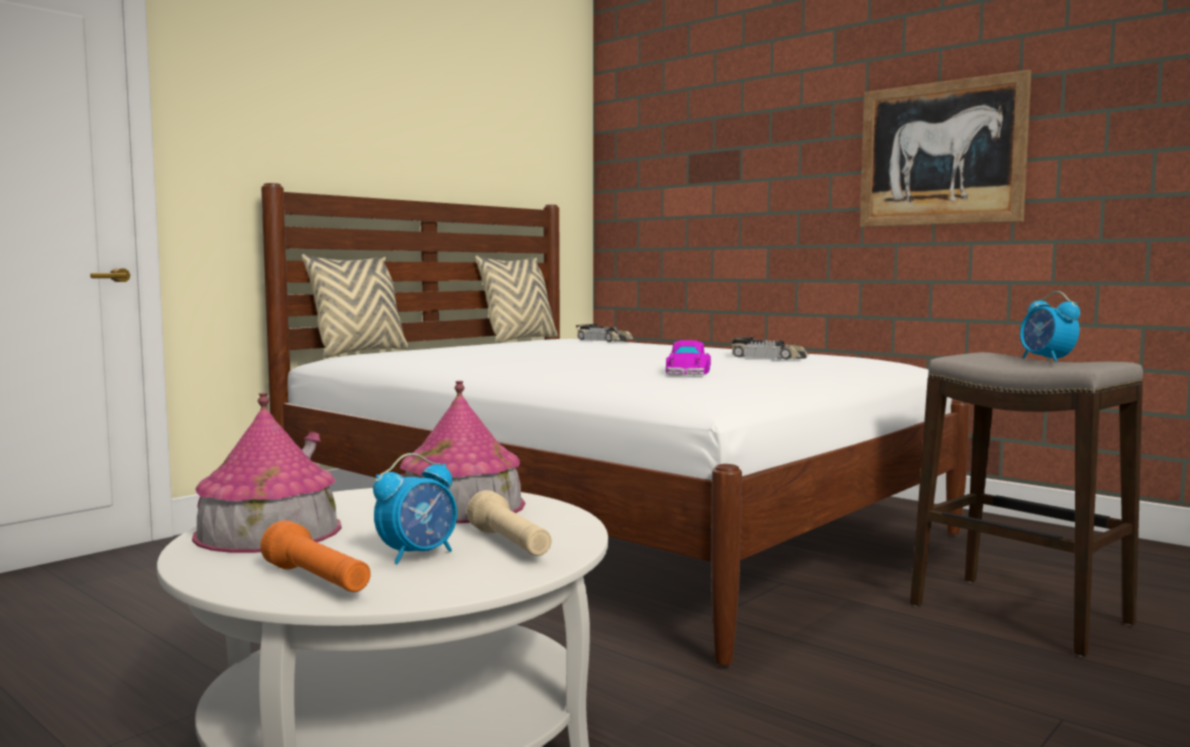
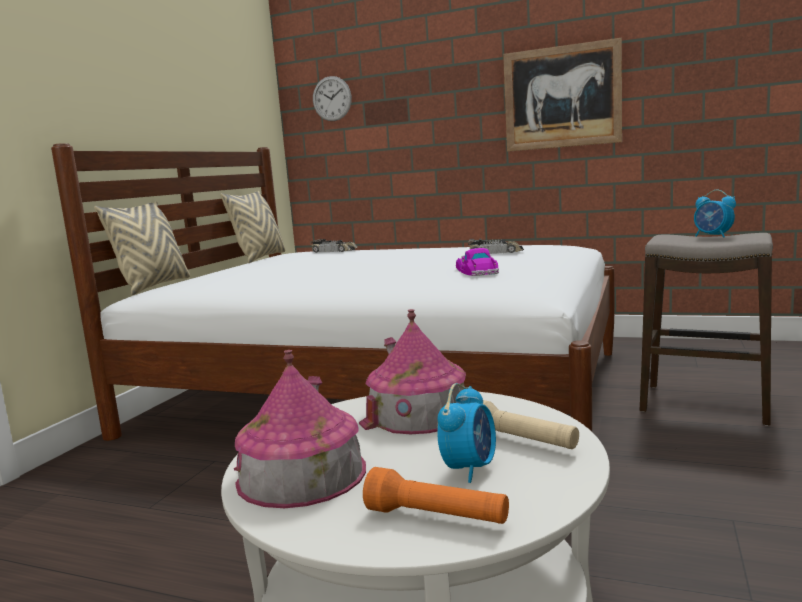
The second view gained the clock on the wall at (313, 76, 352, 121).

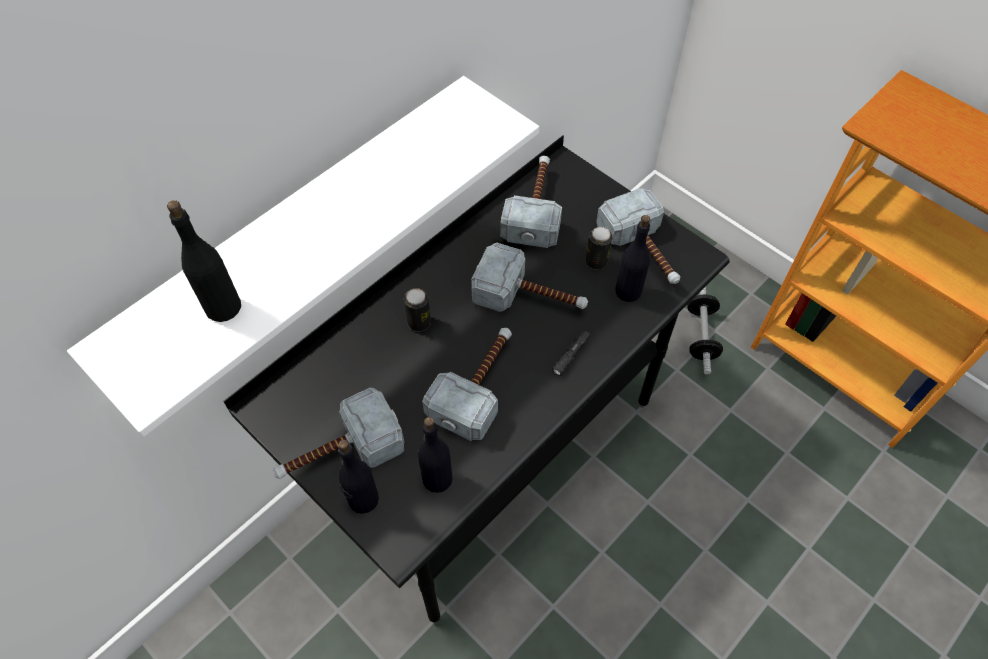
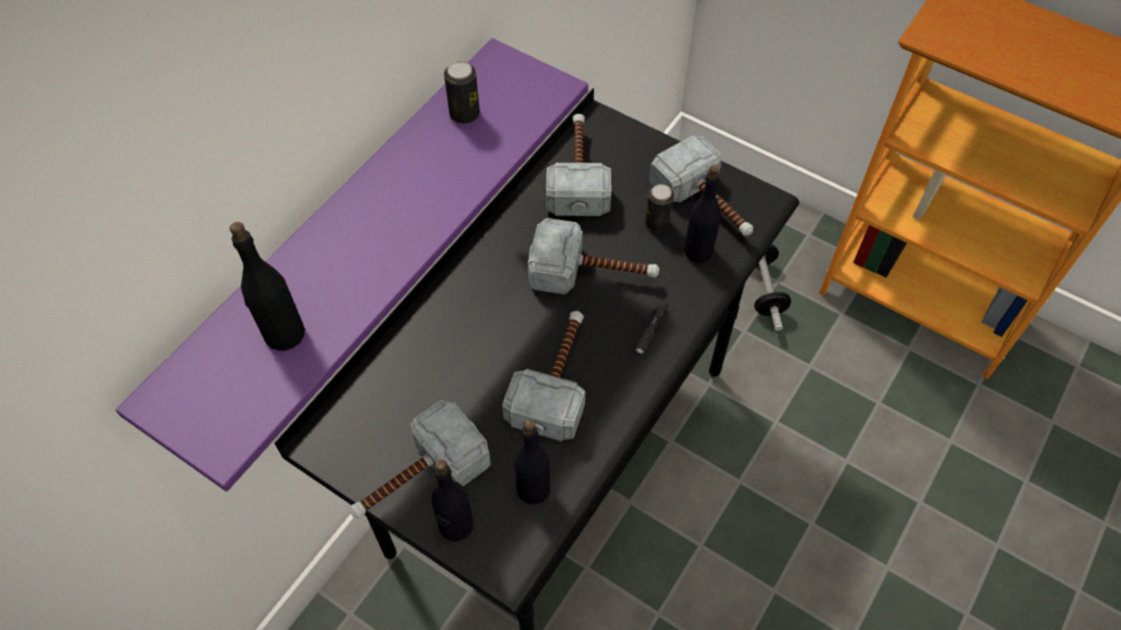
The sealed can ended up elsewhere, having gone from (404, 288, 431, 331) to (444, 61, 480, 124). What was the wall shelf/white at (67, 76, 539, 437) turned into the wall shelf/purple-coloured at (116, 38, 588, 492).

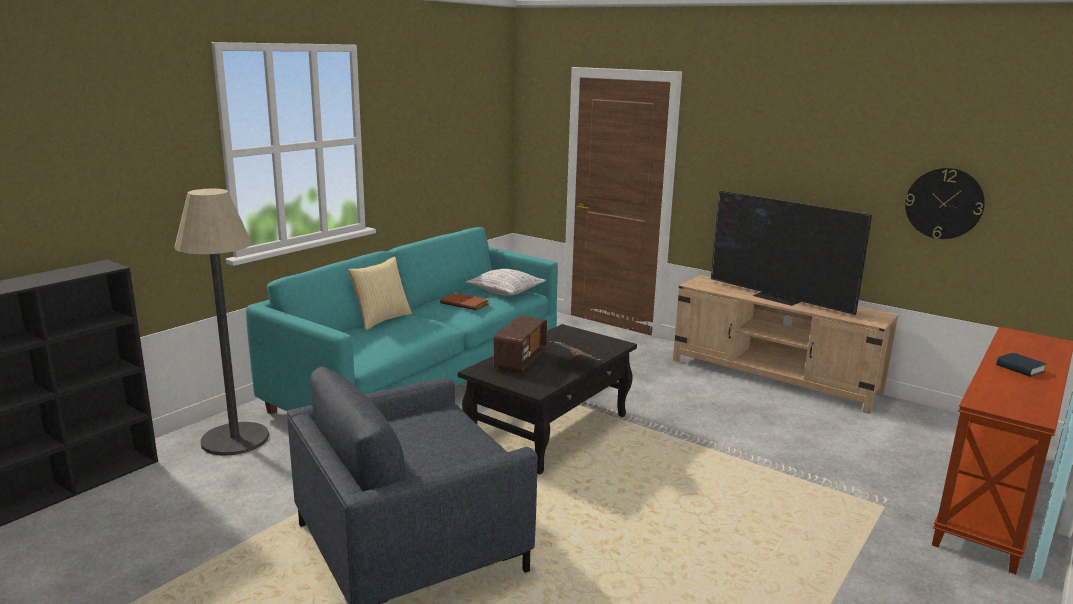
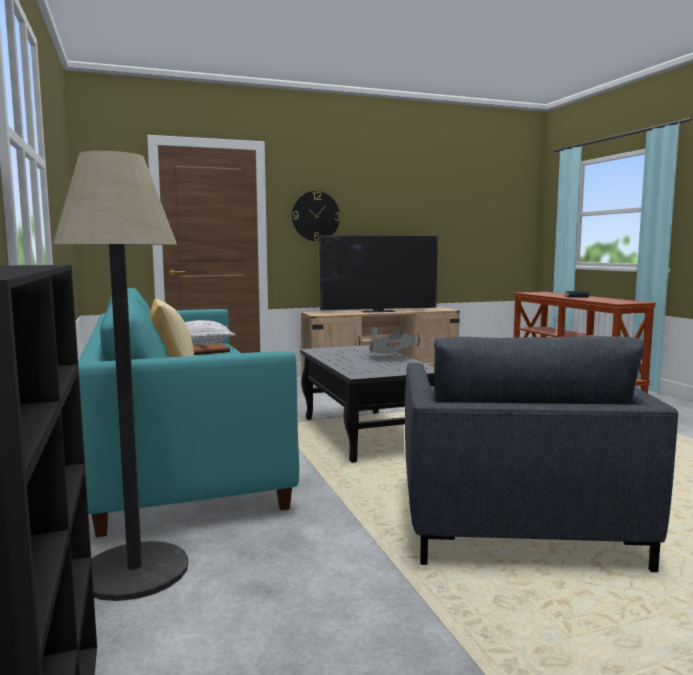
The second view lost the radio set at (494, 316, 547, 372). The clock on the wall ended up elsewhere, having gone from (905, 168, 985, 239) to (292, 191, 340, 241).

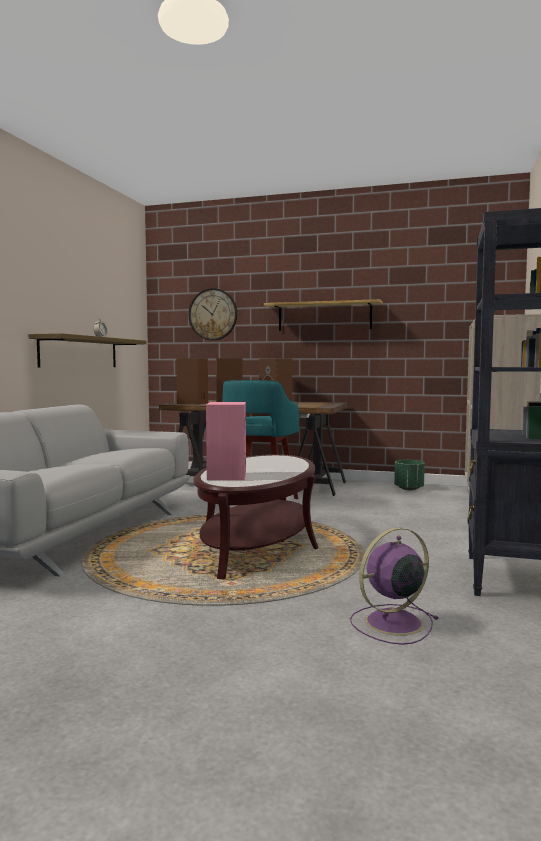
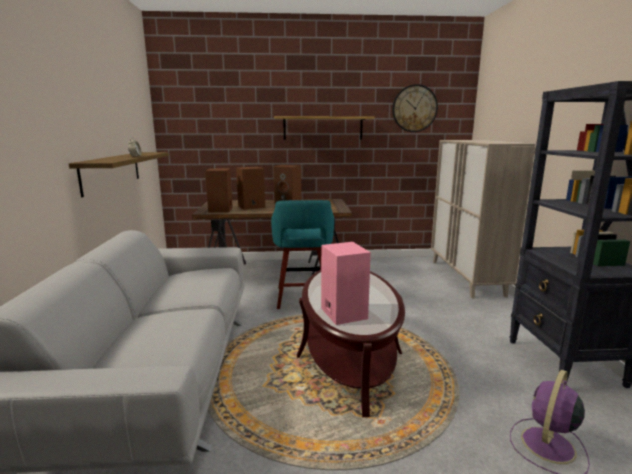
The second view lost the flower pot/green at (394, 460, 425, 490). The clock on the wall ended up elsewhere, having gone from (188, 288, 237, 341) to (392, 84, 438, 132).

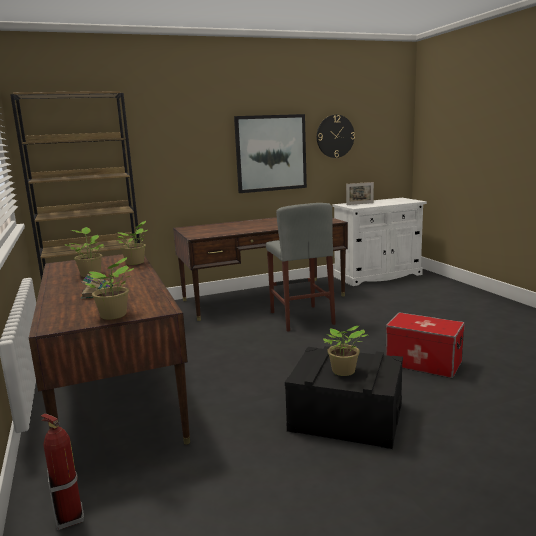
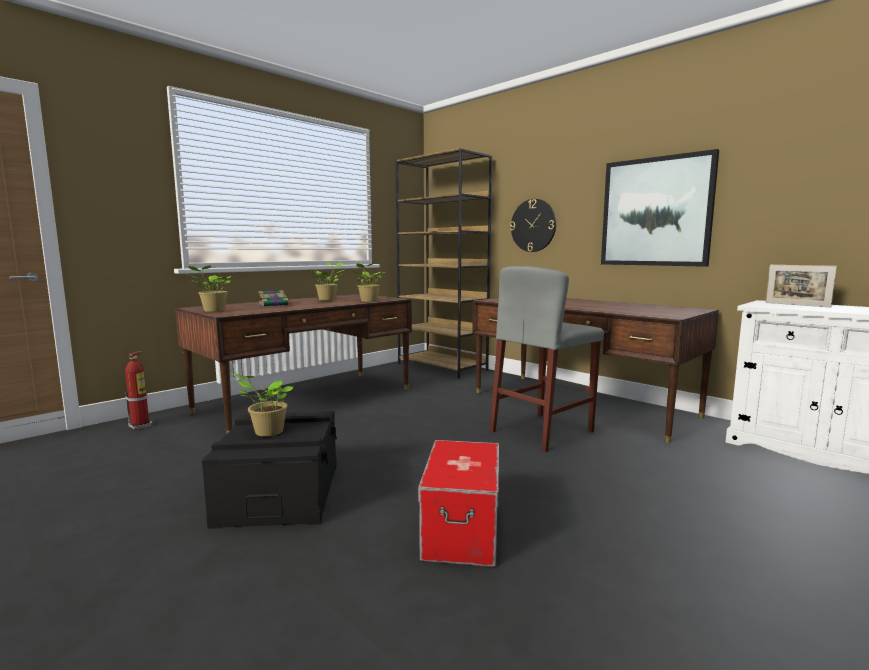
The clock on the wall ended up elsewhere, having gone from (317, 115, 355, 158) to (510, 199, 556, 252).

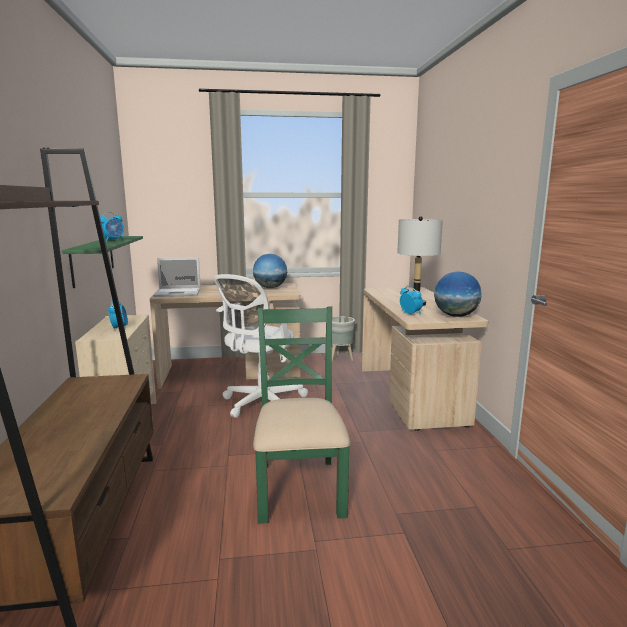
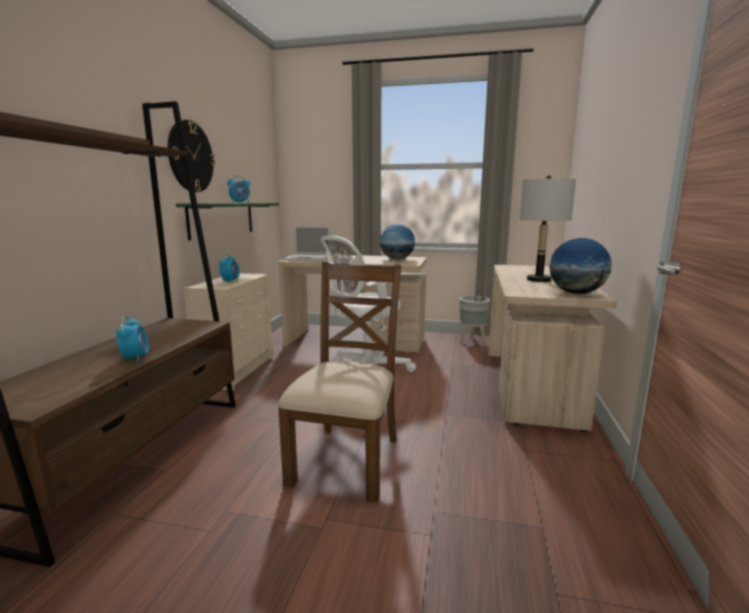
The second view gained the clock on the wall at (168, 120, 215, 192). The alarm clock ended up elsewhere, having gone from (400, 285, 423, 315) to (116, 316, 149, 363). What was the chair/green at (253, 306, 350, 524) turned into the chair/brown-coloured at (278, 262, 401, 502).

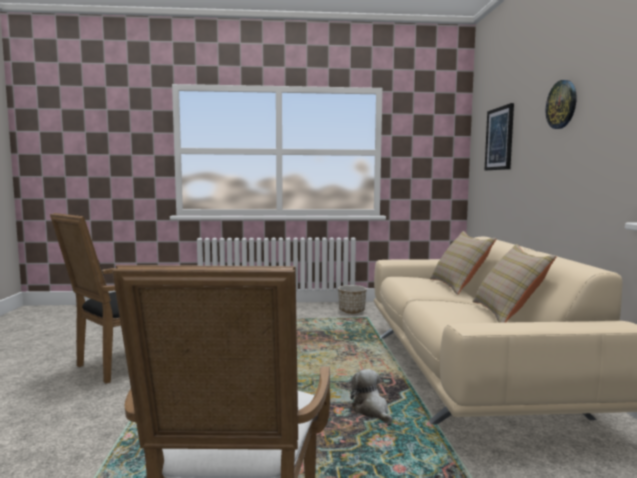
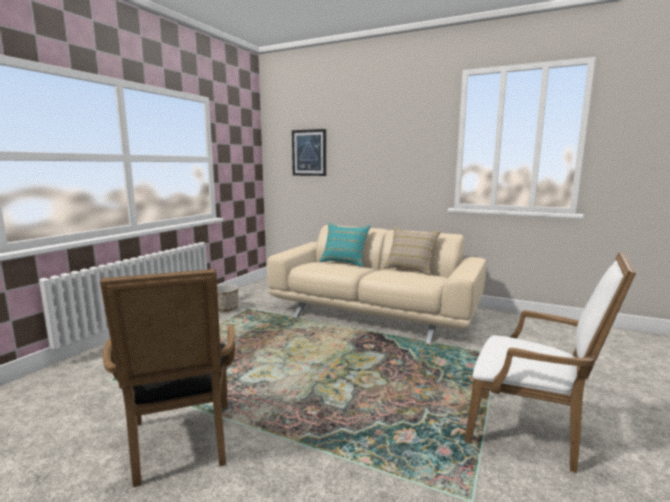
The second view lost the cuddly toy at (351, 369, 392, 423). The second view lost the clock on the wall at (546, 80, 577, 129). What was the cushion/beige at (430, 231, 497, 295) turned into the cushion/turquoise-coloured at (319, 223, 371, 267).

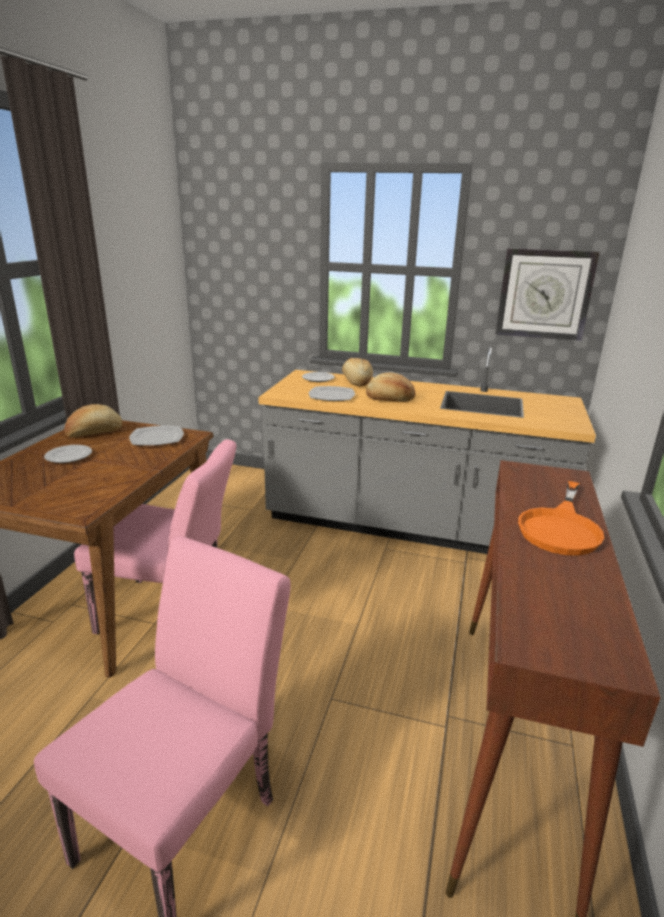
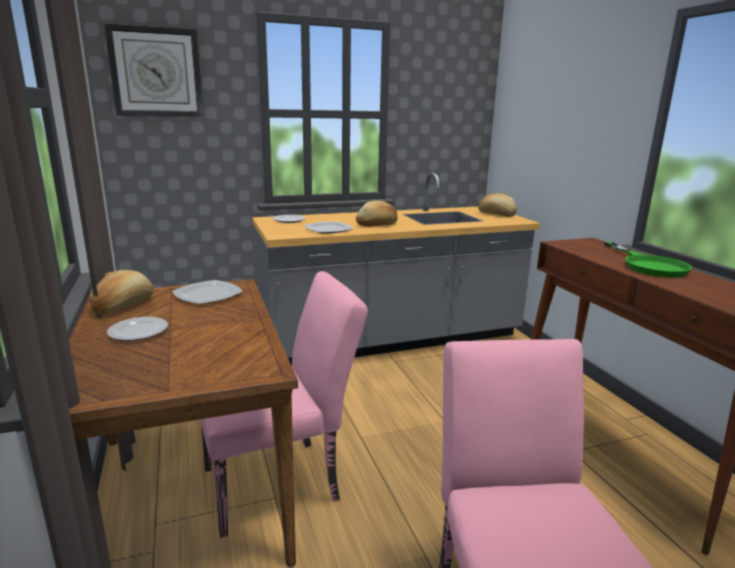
The bakery bread ended up elsewhere, having gone from (342, 358, 373, 387) to (478, 193, 516, 217). The clock on the wall ended up elsewhere, having gone from (495, 248, 600, 341) to (104, 23, 204, 117). What was the frying pan/orange-coloured at (518, 481, 604, 556) turned into the frying pan/green at (604, 242, 692, 278).

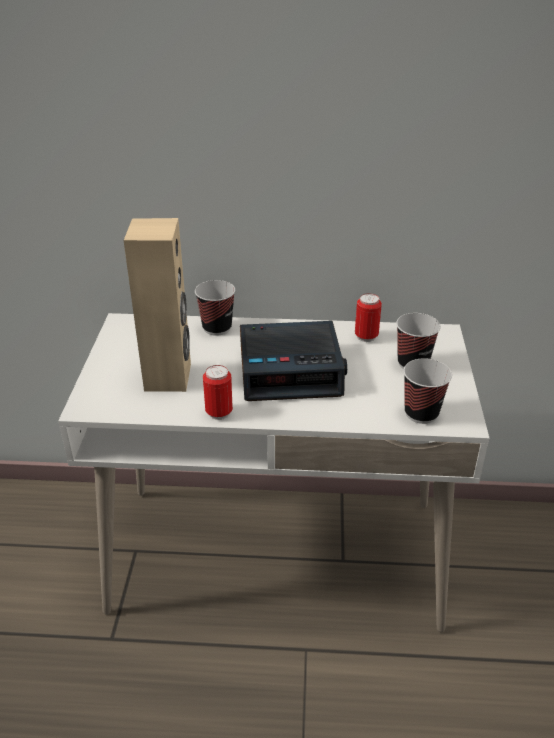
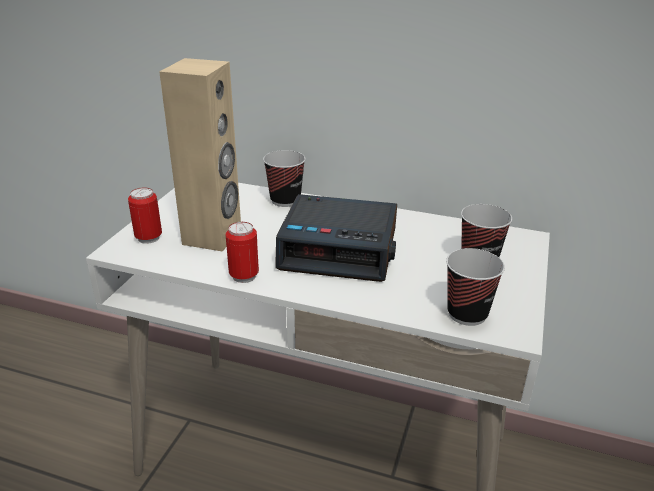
The sealed can ended up elsewhere, having gone from (355, 293, 382, 342) to (128, 187, 162, 244).

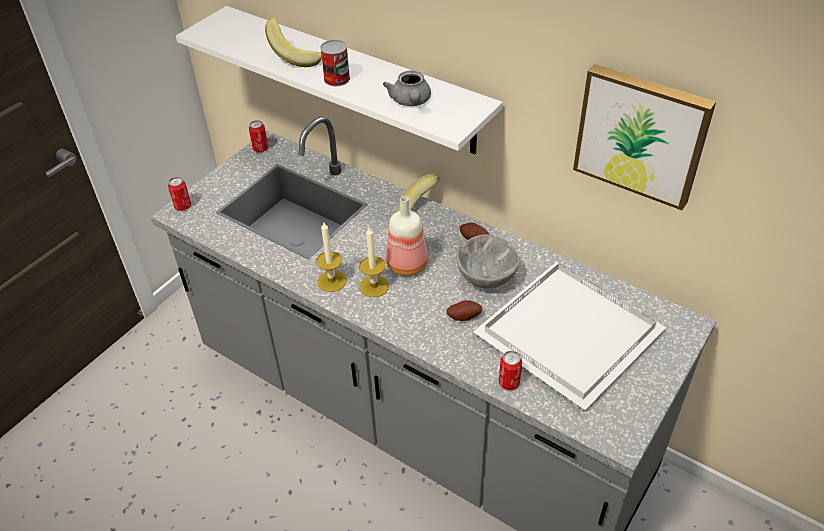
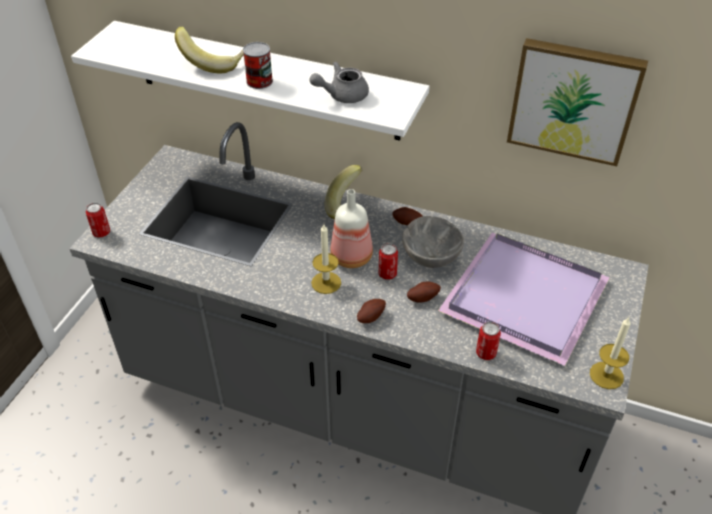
The second view gained the potato at (357, 299, 386, 323). The sealed can ended up elsewhere, having gone from (249, 120, 268, 152) to (379, 244, 398, 280). The candle ended up elsewhere, having gone from (316, 222, 347, 292) to (590, 317, 631, 389). What was the serving tray/white at (473, 262, 667, 410) turned into the serving tray/purple-coloured at (438, 233, 610, 366). The teapot/grey at (383, 71, 431, 106) ended up facing another way, 90 degrees clockwise from before.

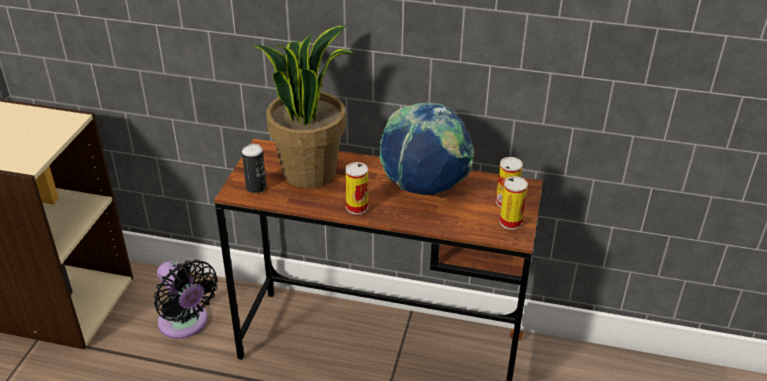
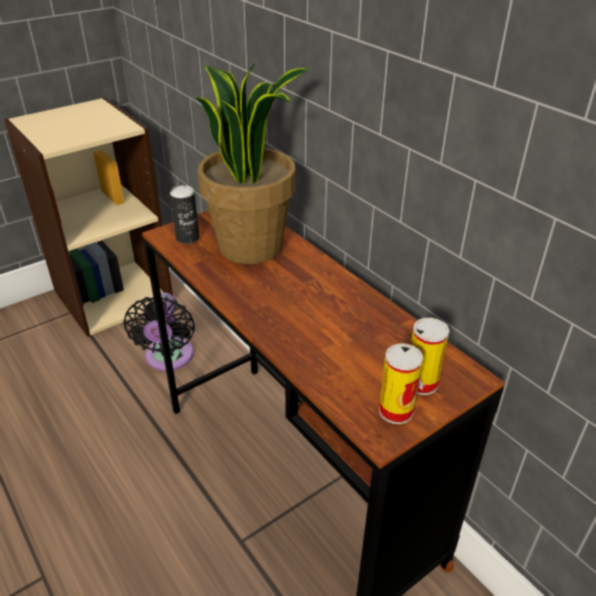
The second view lost the sealed can at (345, 162, 368, 215). The second view lost the globe at (379, 103, 474, 195).

